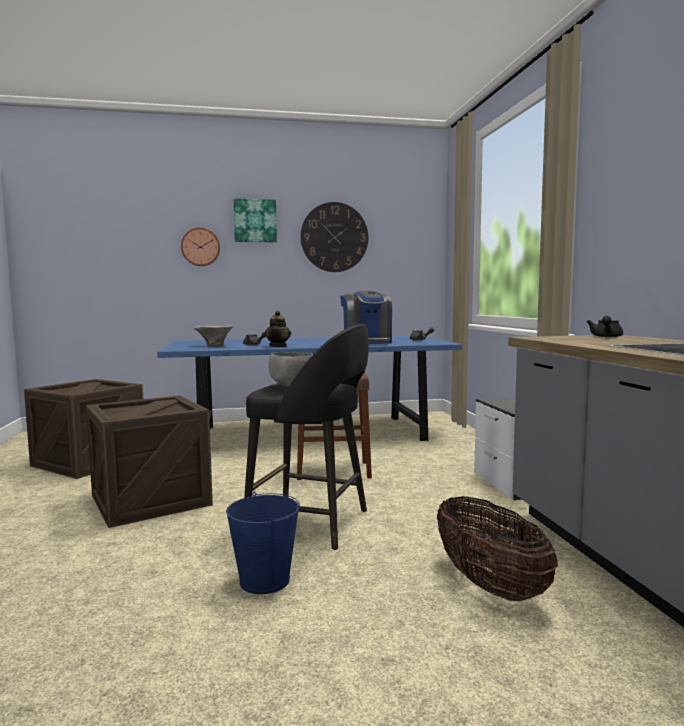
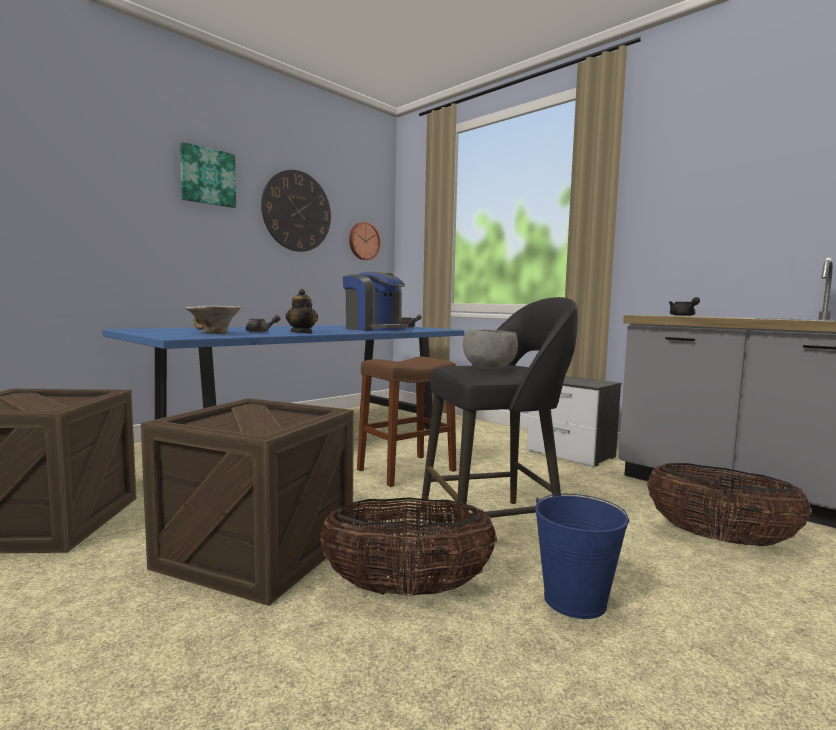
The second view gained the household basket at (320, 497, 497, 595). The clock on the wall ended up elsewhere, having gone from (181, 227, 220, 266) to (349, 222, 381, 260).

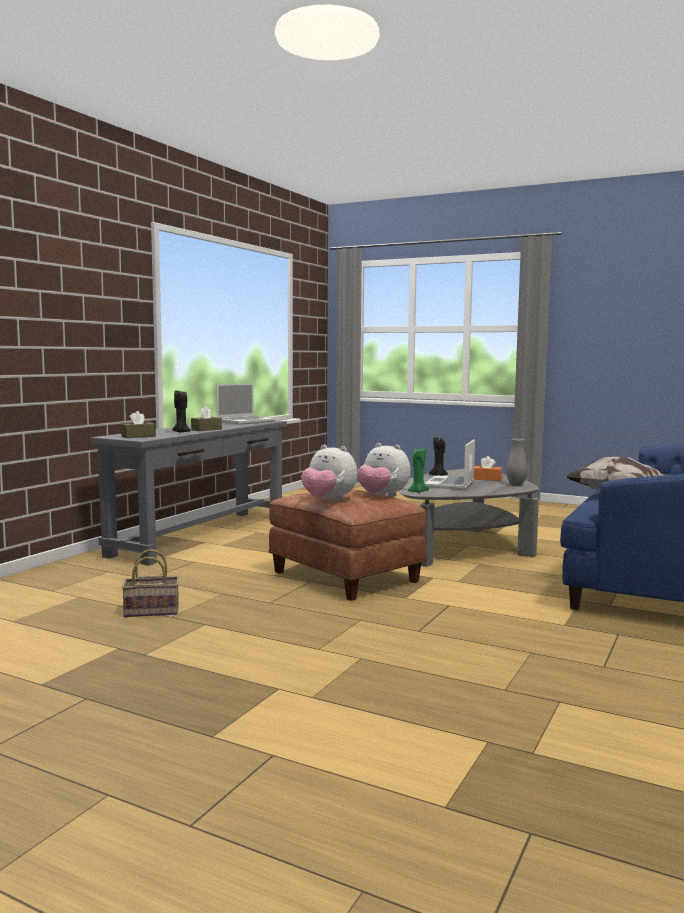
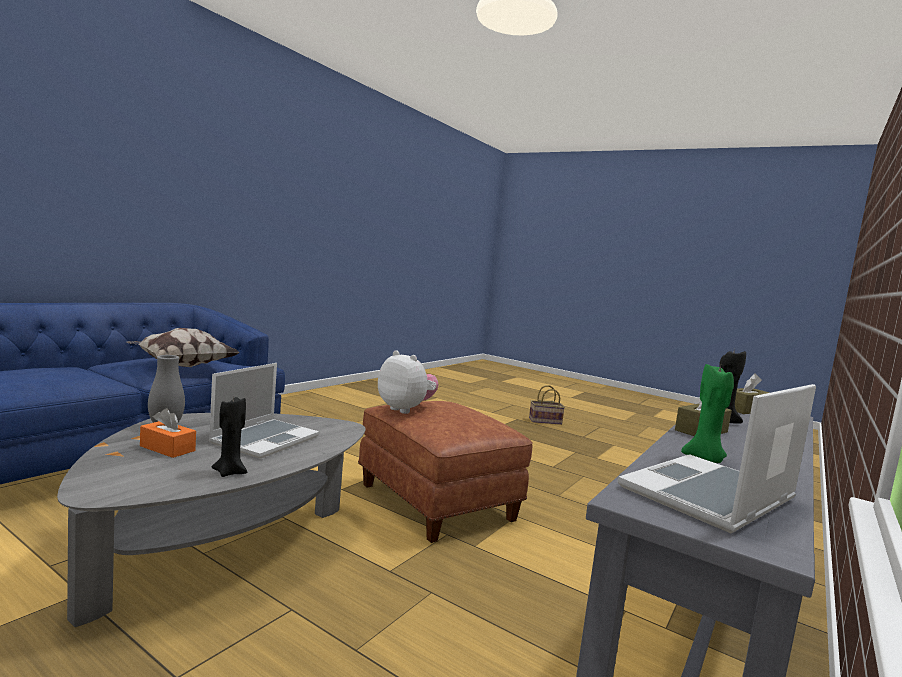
The second view lost the cuddly toy at (301, 445, 357, 501). The household basket ended up elsewhere, having gone from (122, 549, 179, 617) to (529, 385, 565, 425). The candle/green ended up elsewhere, having gone from (408, 448, 429, 493) to (681, 364, 734, 463).

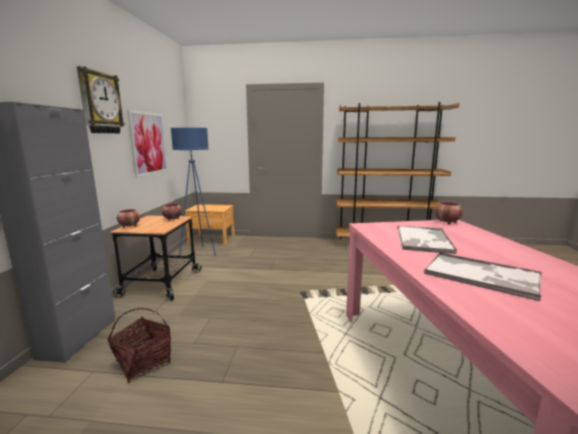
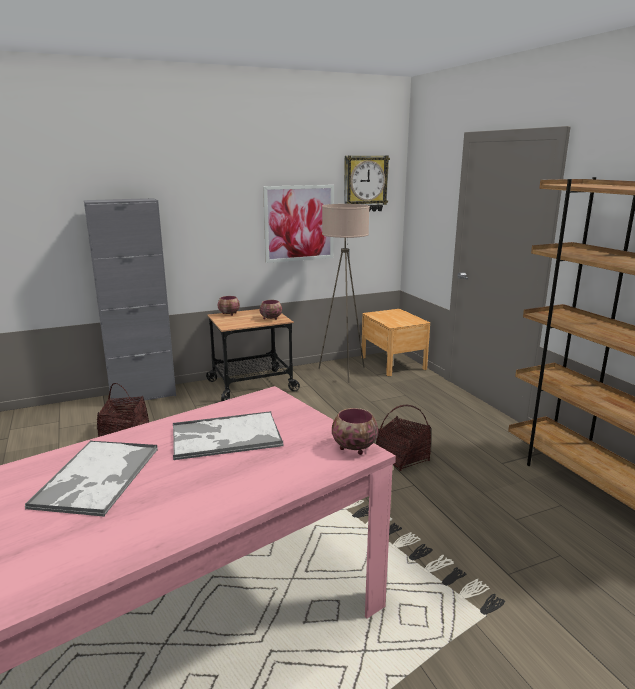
The second view gained the household basket at (376, 405, 431, 471). The clock on the wall ended up elsewhere, having gone from (77, 66, 125, 134) to (344, 156, 390, 212). What was the floor lamp/bluish at (171, 127, 216, 256) turned into the floor lamp/beige at (318, 204, 370, 383).

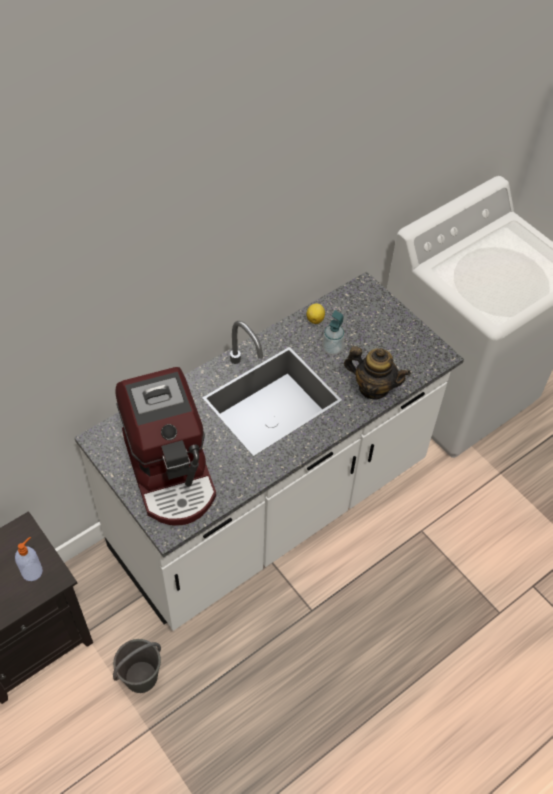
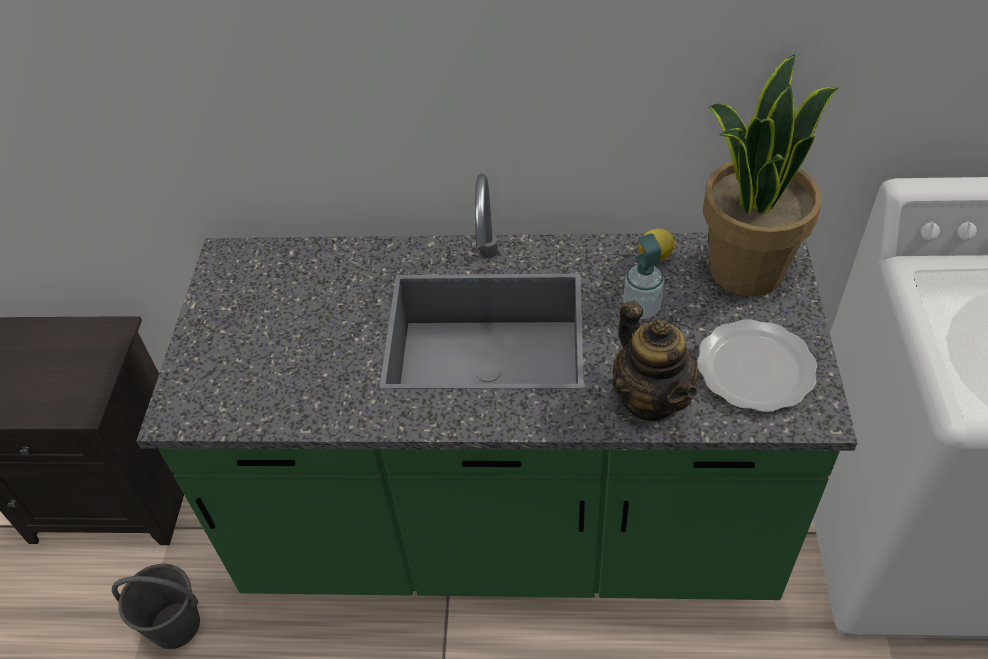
The second view lost the soap bottle at (15, 537, 43, 581). The second view lost the coffee machine at (115, 367, 216, 525). The second view gained the flat dish at (697, 319, 817, 412). The second view gained the houseplant at (703, 54, 839, 296). What was the kitchen counter/white at (74, 272, 464, 631) turned into the kitchen counter/green at (136, 174, 857, 600).

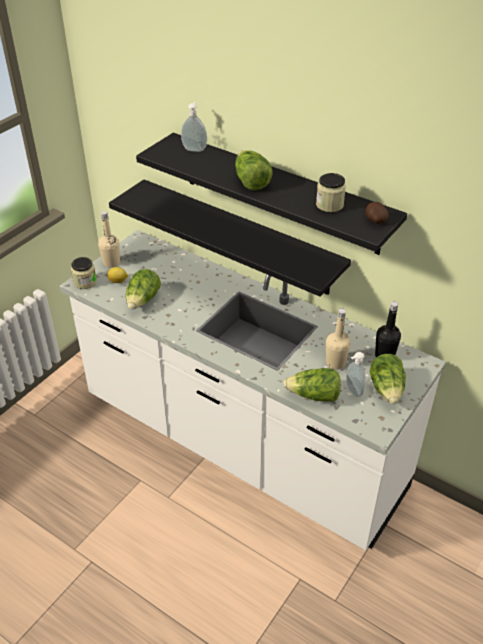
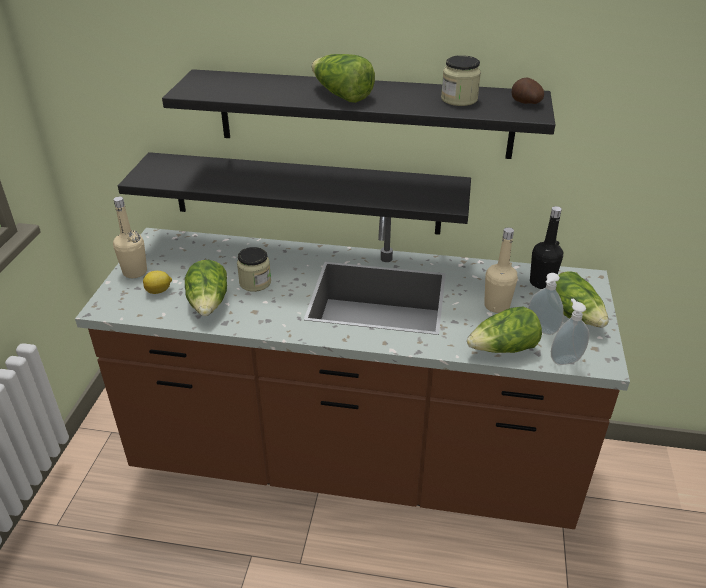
The jar ended up elsewhere, having gone from (71, 257, 97, 289) to (237, 247, 271, 292). The soap bottle ended up elsewhere, having gone from (181, 102, 207, 152) to (551, 299, 589, 365). What was the kitchen counter/white at (59, 230, 446, 550) turned into the kitchen counter/brown-coloured at (75, 217, 630, 529).

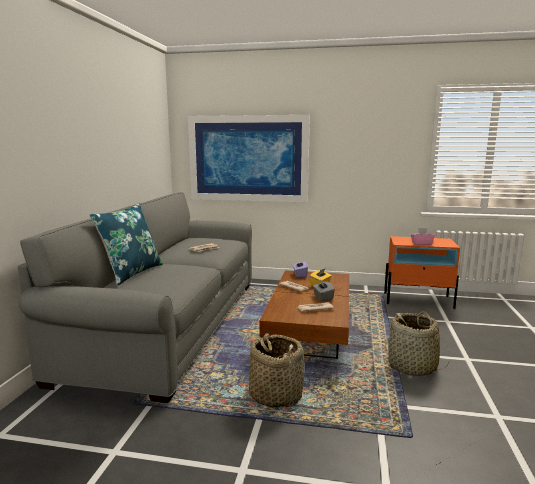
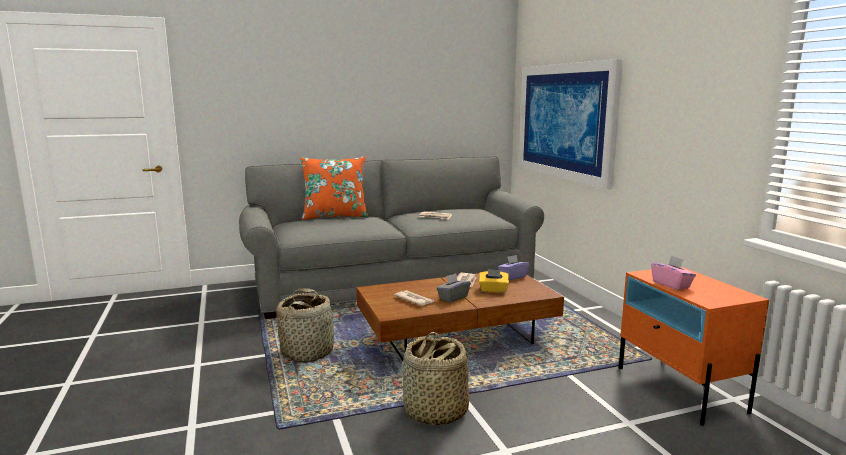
What was the cushion/bluish at (90, 203, 163, 285) turned into the cushion/orange-coloured at (300, 156, 368, 220).

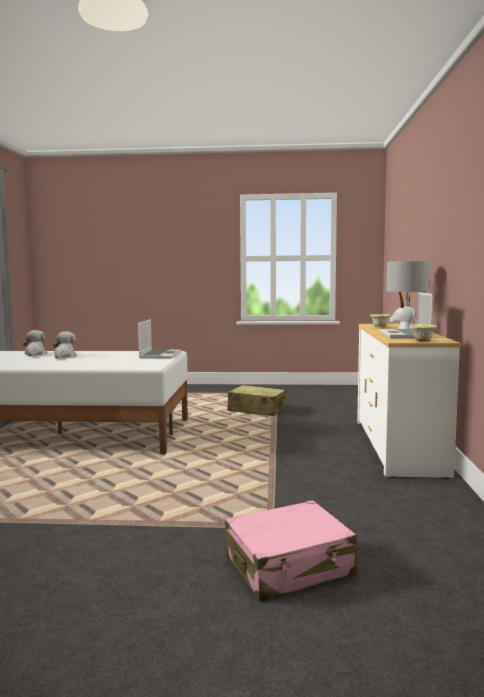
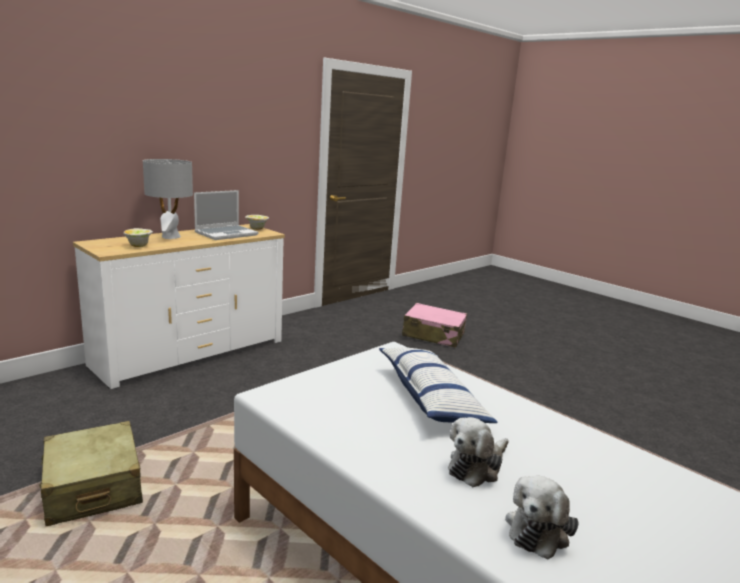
The second view lost the laptop at (138, 319, 181, 359). The second view gained the cushion at (379, 347, 497, 423).

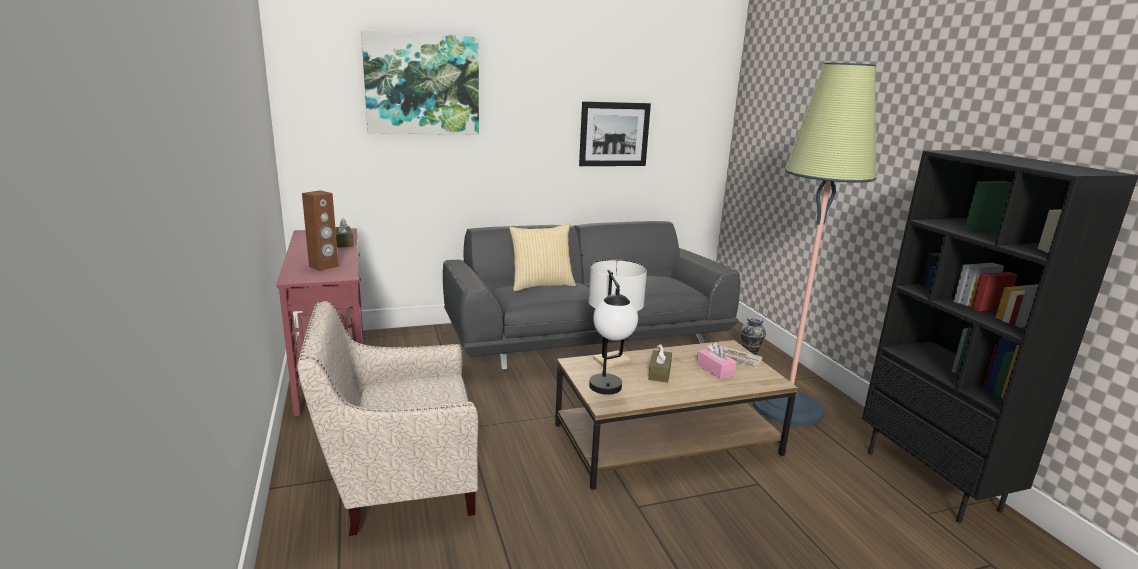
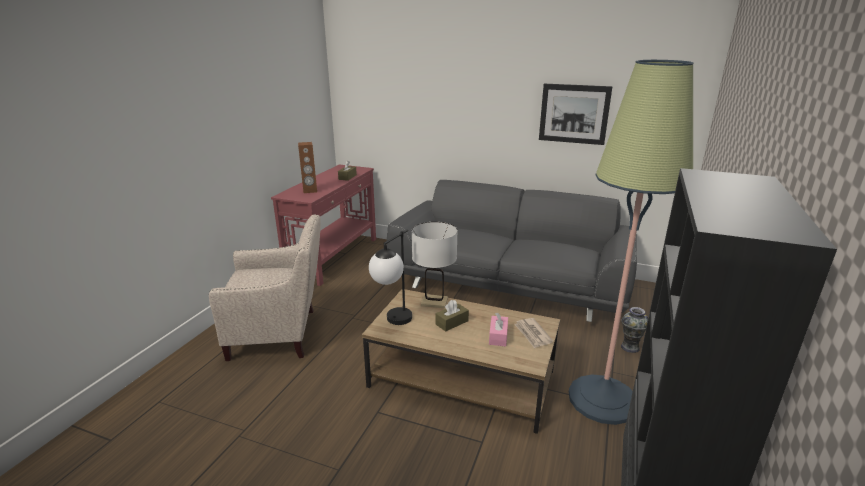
The second view lost the picture at (361, 30, 479, 134). The second view lost the cushion at (509, 224, 576, 291). The armchair/beige at (297, 301, 479, 536) ended up facing another way, 150 degrees clockwise from before.

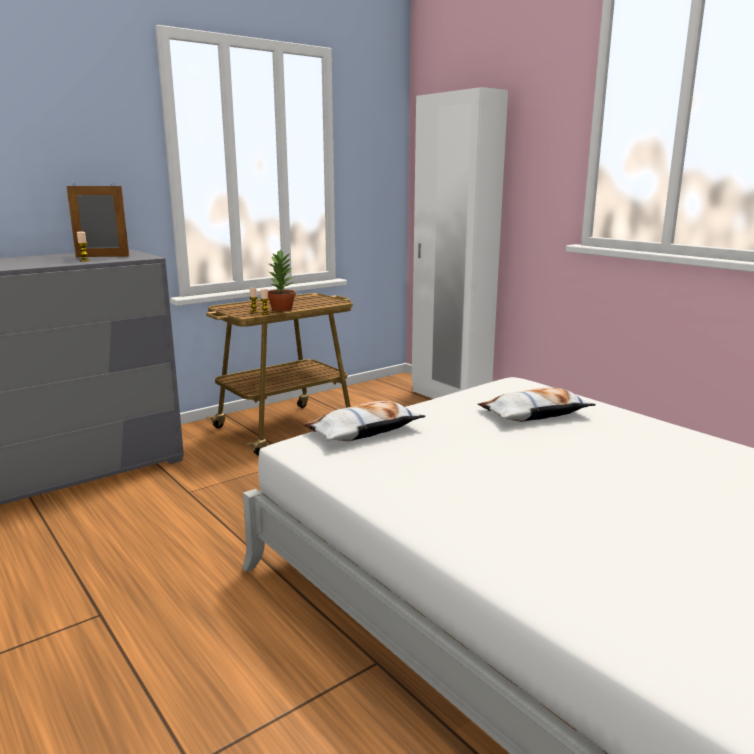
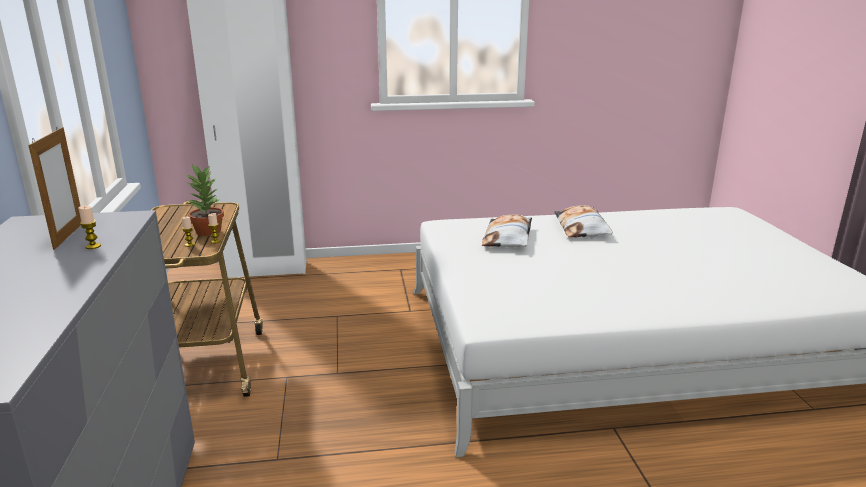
The cushion ended up elsewhere, having gone from (303, 401, 426, 441) to (554, 205, 613, 238). The picture frame at (66, 183, 129, 257) ended up facing another way, 150 degrees clockwise from before.

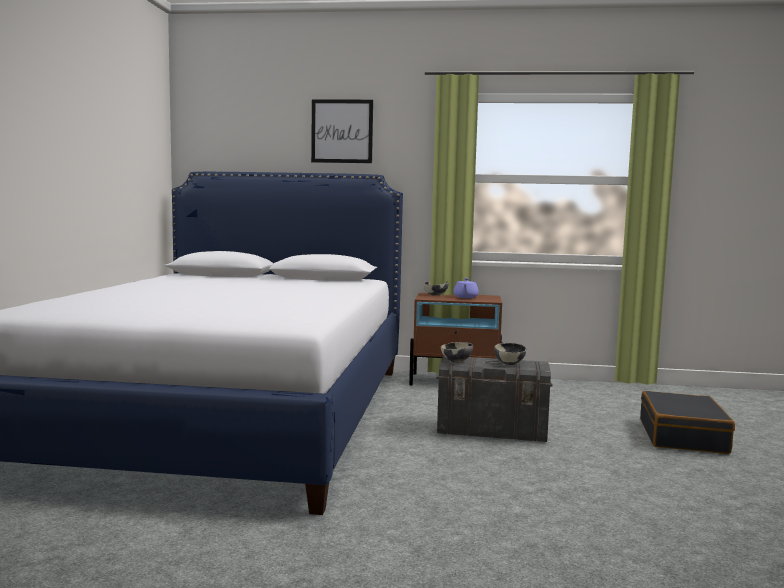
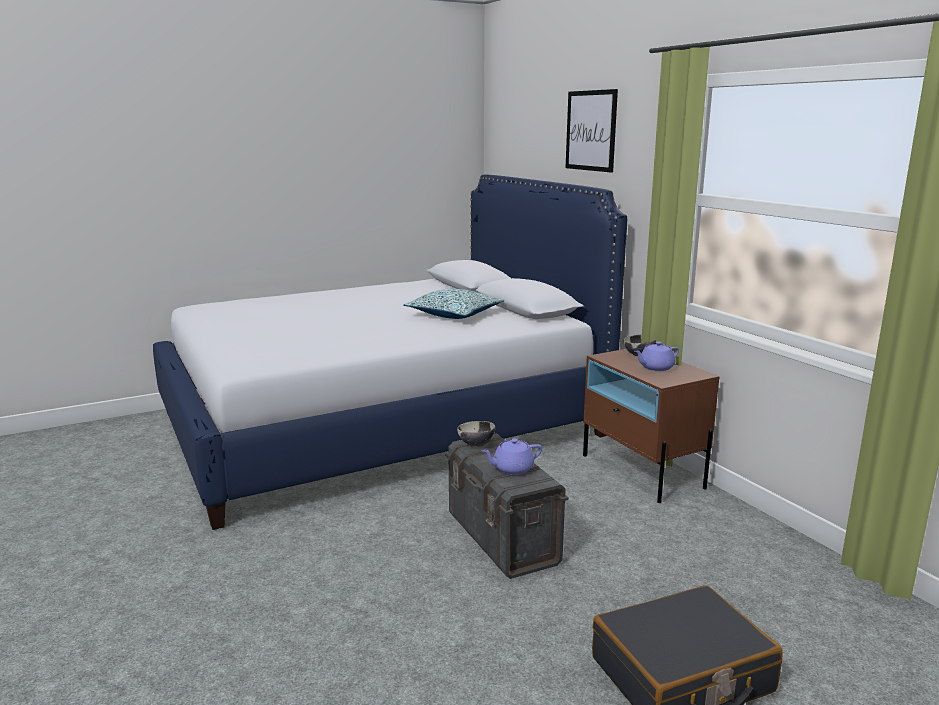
The second view gained the cushion at (403, 289, 504, 319). Where the bowl stood at (494, 343, 527, 365), the teapot/purple-coloured came to stand at (481, 438, 542, 475).

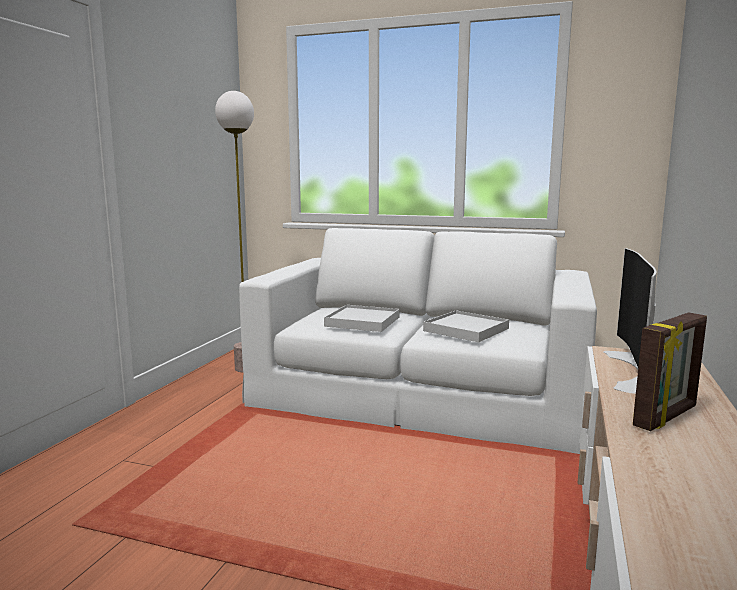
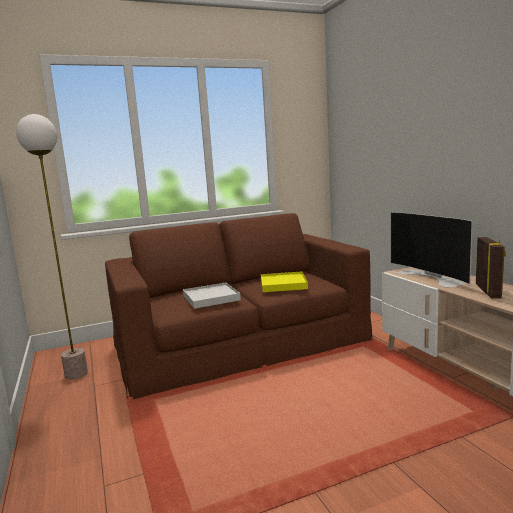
What was the sofa/white at (239, 228, 597, 454) turned into the sofa/brown-coloured at (105, 213, 372, 400). What was the serving tray/white at (423, 310, 509, 342) turned into the serving tray/yellow at (261, 271, 308, 292).

